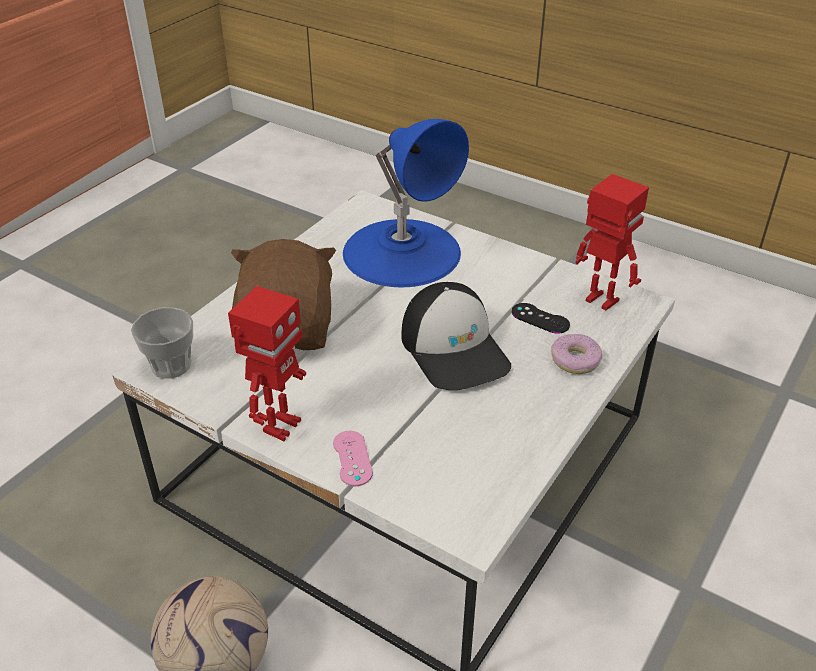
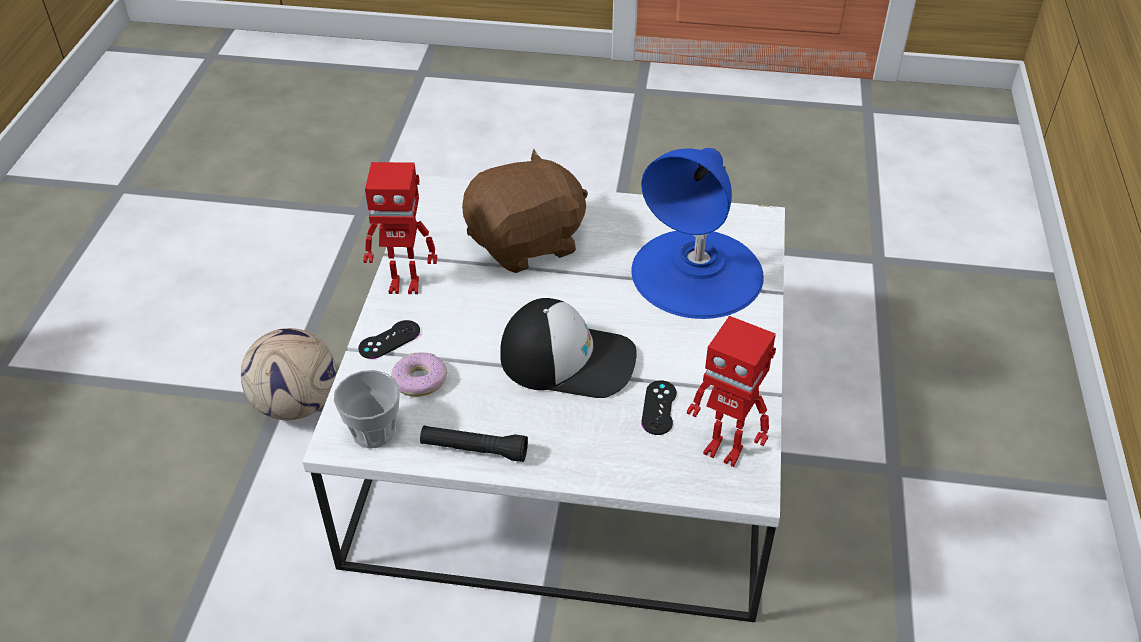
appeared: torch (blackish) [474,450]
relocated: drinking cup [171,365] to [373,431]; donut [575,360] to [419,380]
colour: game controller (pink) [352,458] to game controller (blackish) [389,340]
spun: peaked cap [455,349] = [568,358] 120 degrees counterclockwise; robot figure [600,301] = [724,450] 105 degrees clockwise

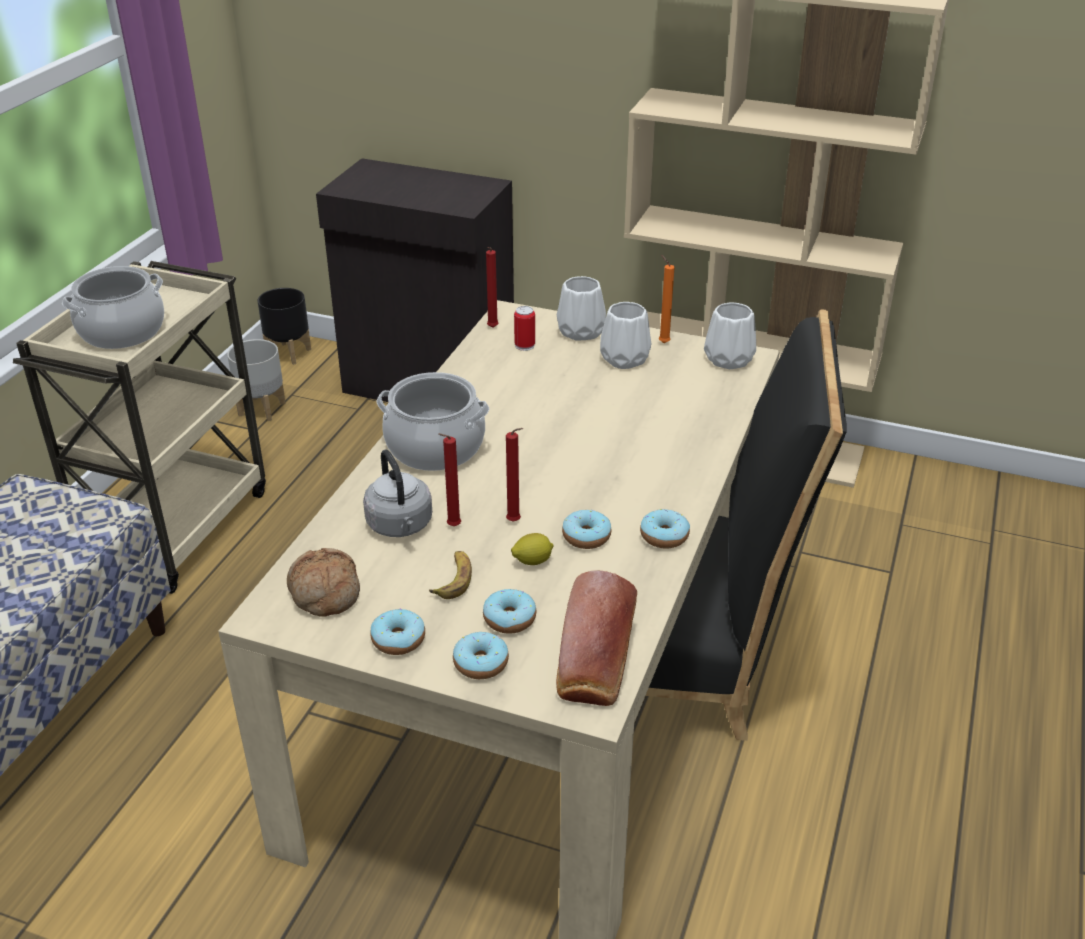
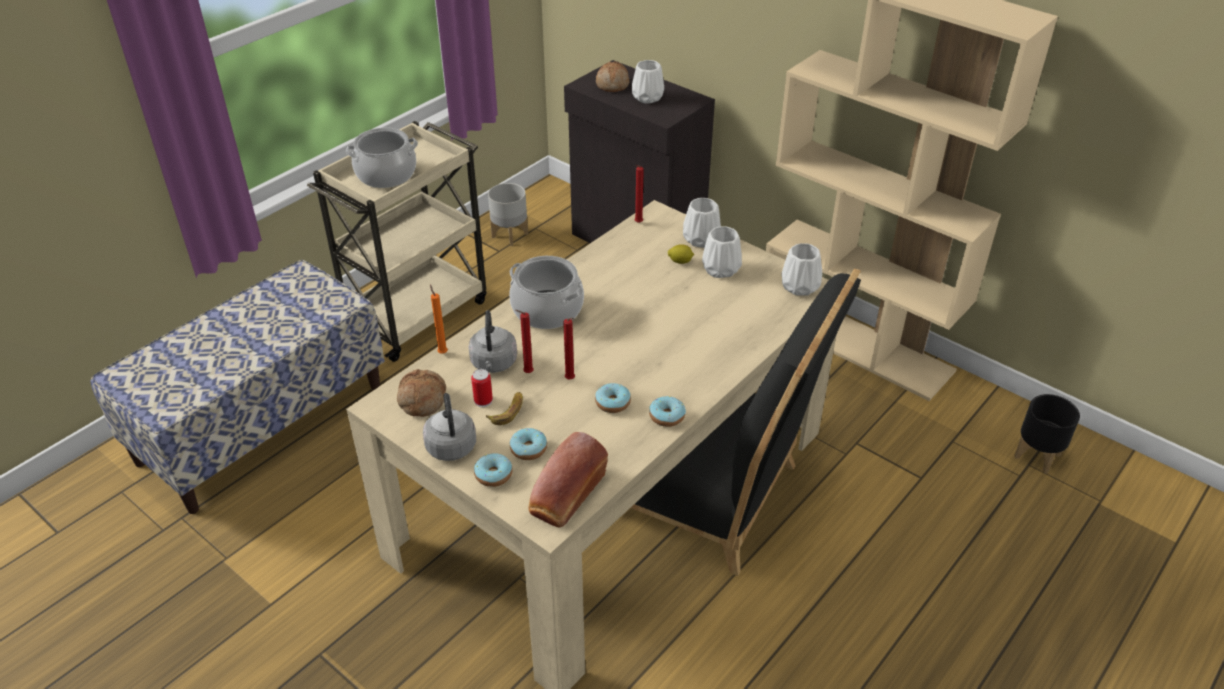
appeared: bakery bread [613,84]; flower vase (whitish) [648,97]
relocated: plant pot (blackish) [289,353] to [1037,455]; citrus fruit [532,561] to [680,261]; can [524,345] to [483,401]; wax candle (orange) [662,342] to [442,352]
exchanged: donut [398,640] to water kettle (grey) [451,444]

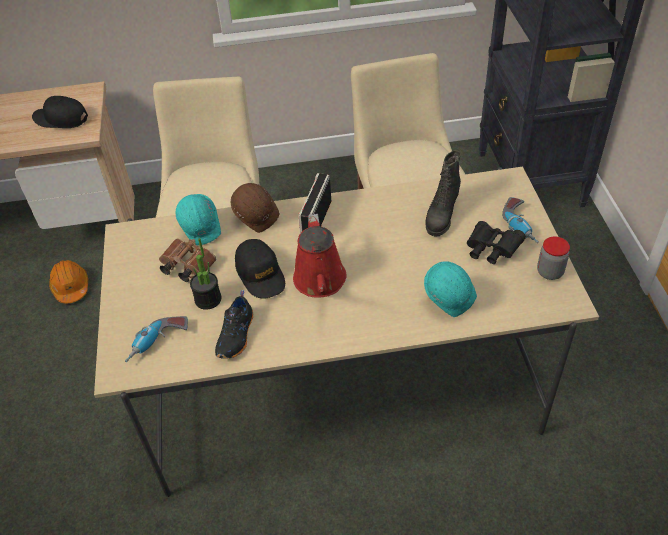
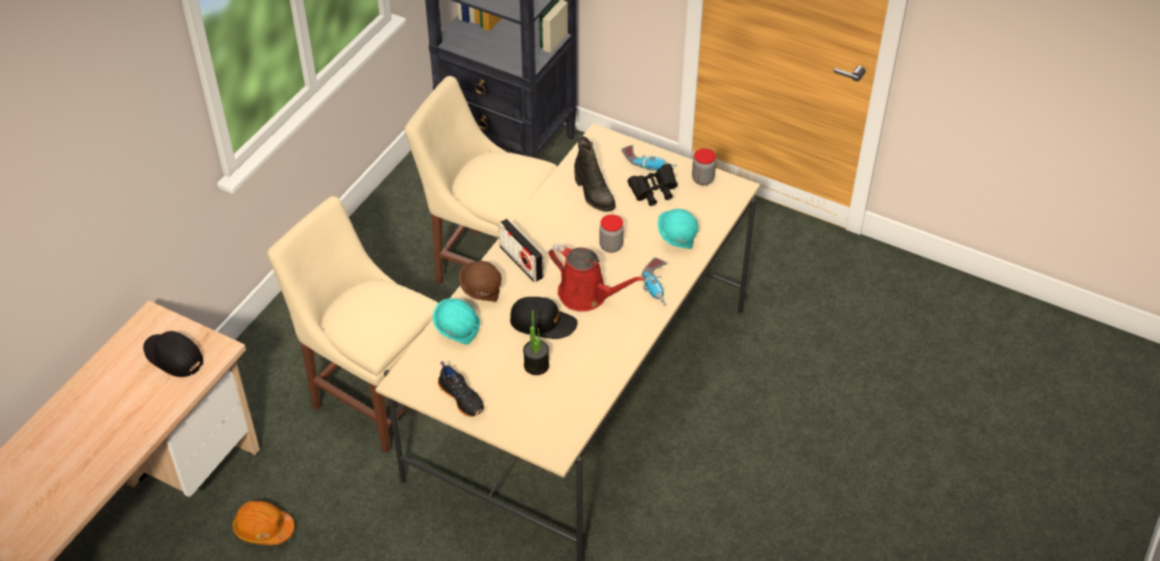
missing: binoculars (brownish) [186,266]
appeared: jar [611,246]
relocated: power drill [158,344] to [658,287]; shoe (blackish) [237,336] to [462,397]
spun: peaked cap (blackish) [61,119] = [173,357] 75 degrees clockwise

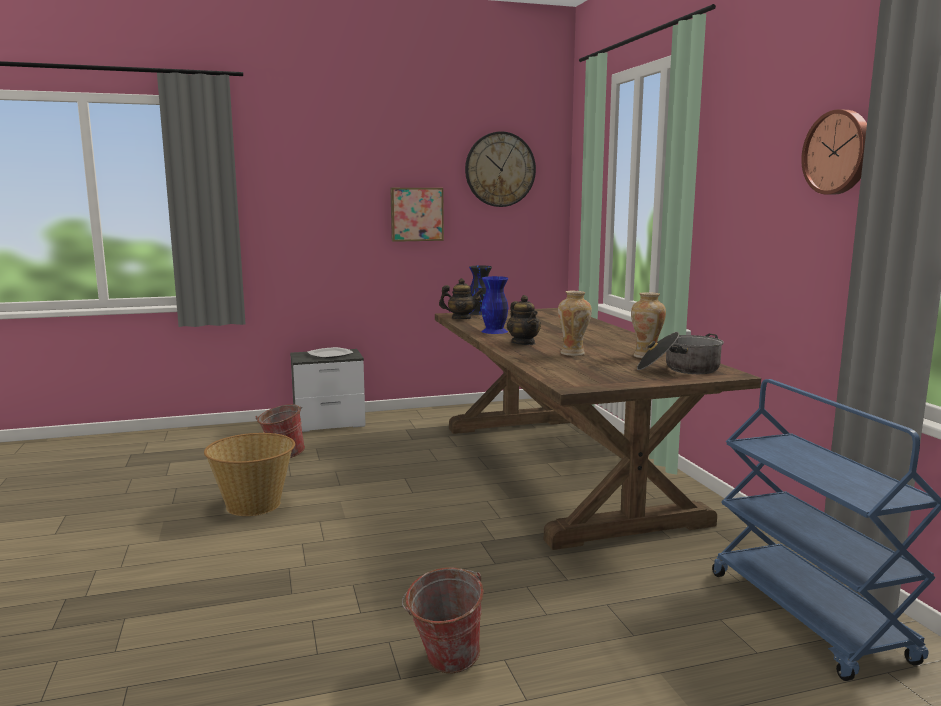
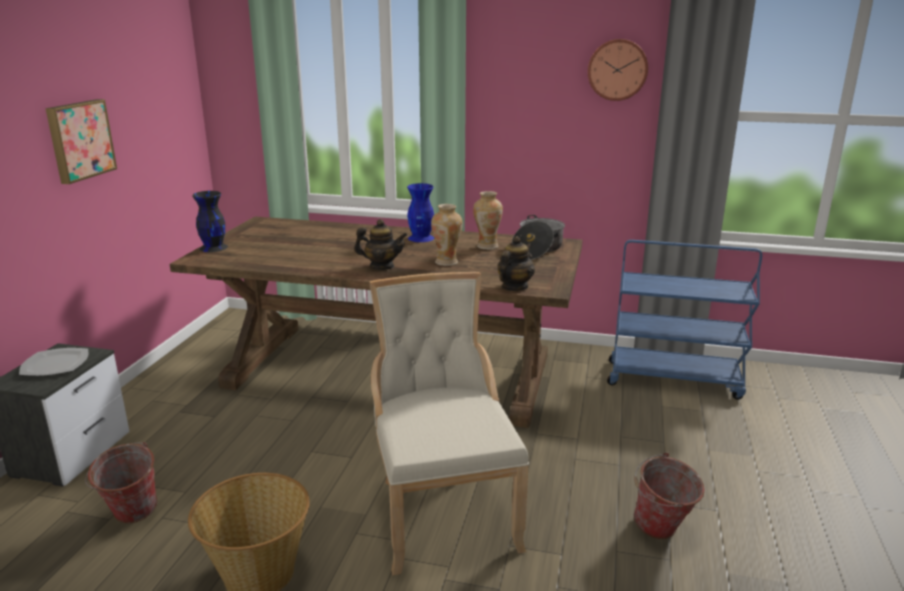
missing: clock on the wall [500,169]
appeared: plain chair (sand-coloured) [442,511]
relocated: teapot [461,318] to [514,287]; flower vase (blue) [494,331] to [421,238]

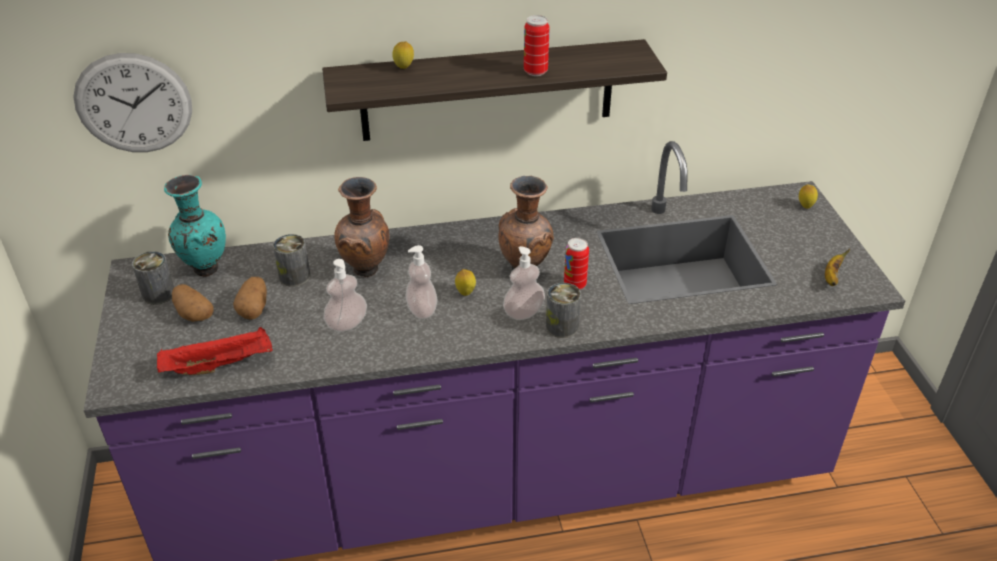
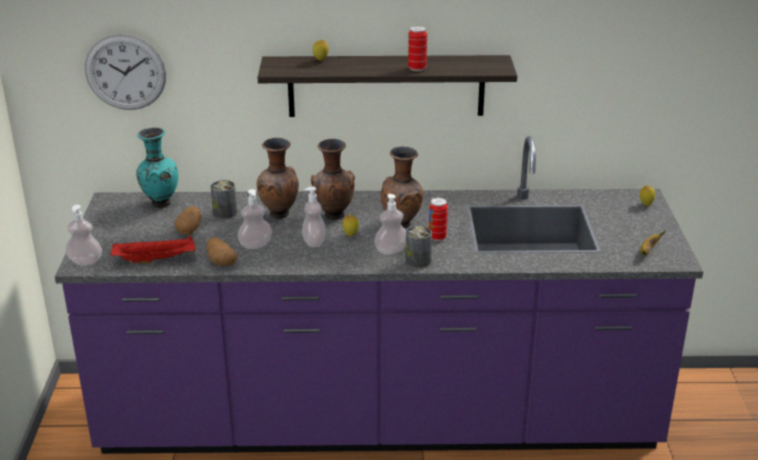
missing: can [158,294]
appeared: liquid soap bottle [85,261]; flower vase (brownish) [333,216]
relocated: potato [193,313] to [220,261]

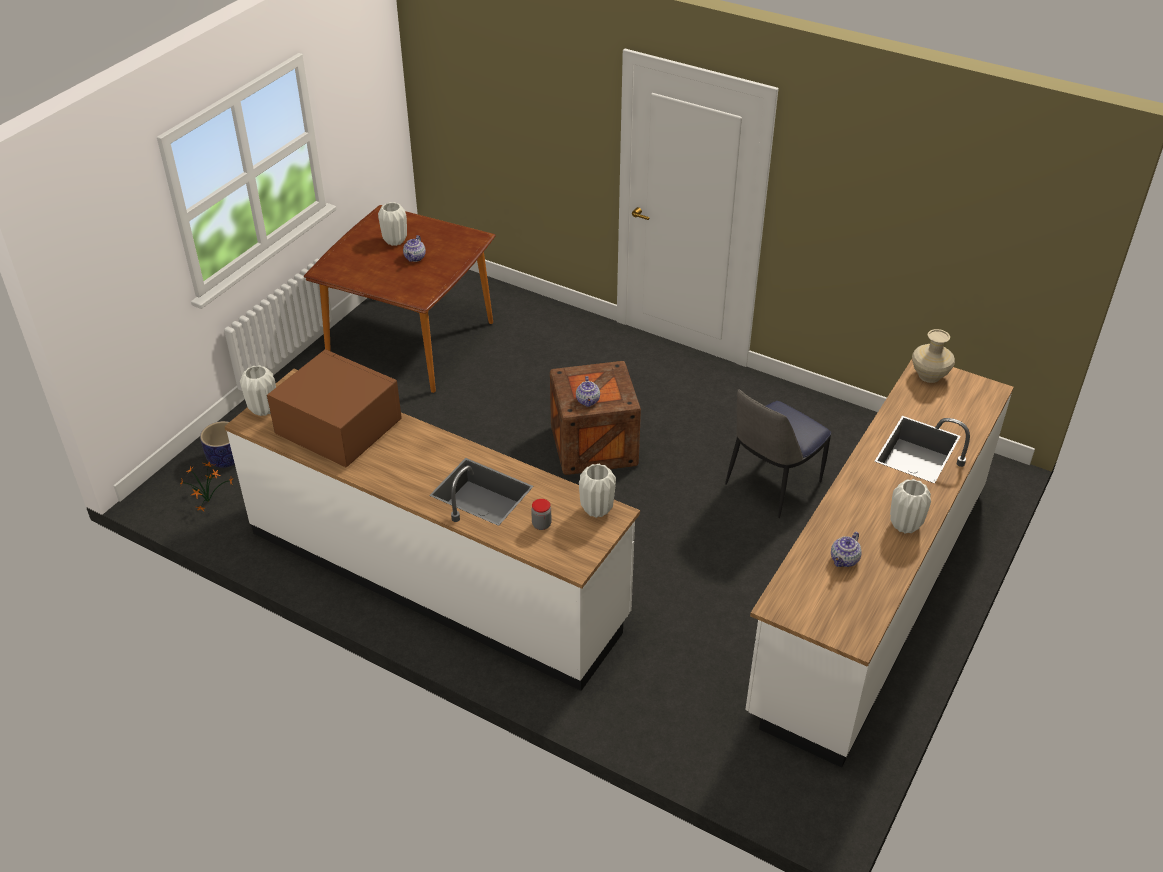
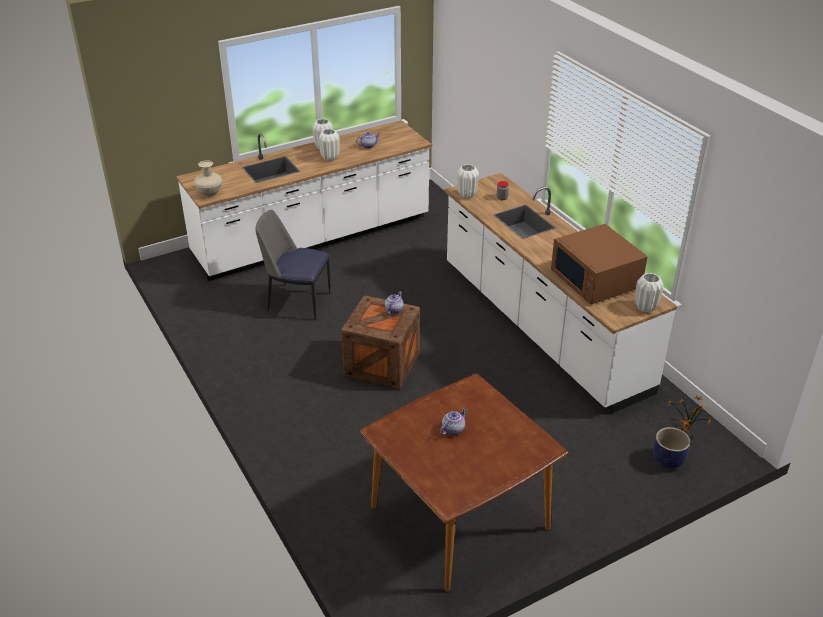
relocated: flower vase (whitish) [394,241] to [330,158]
spun: plain chair [771,485] = [297,301] 150 degrees counterclockwise

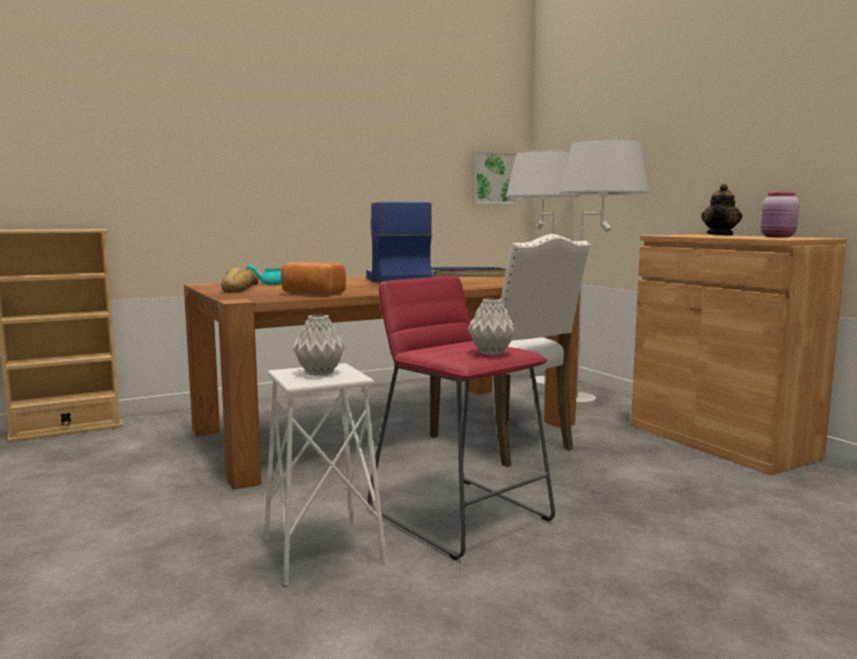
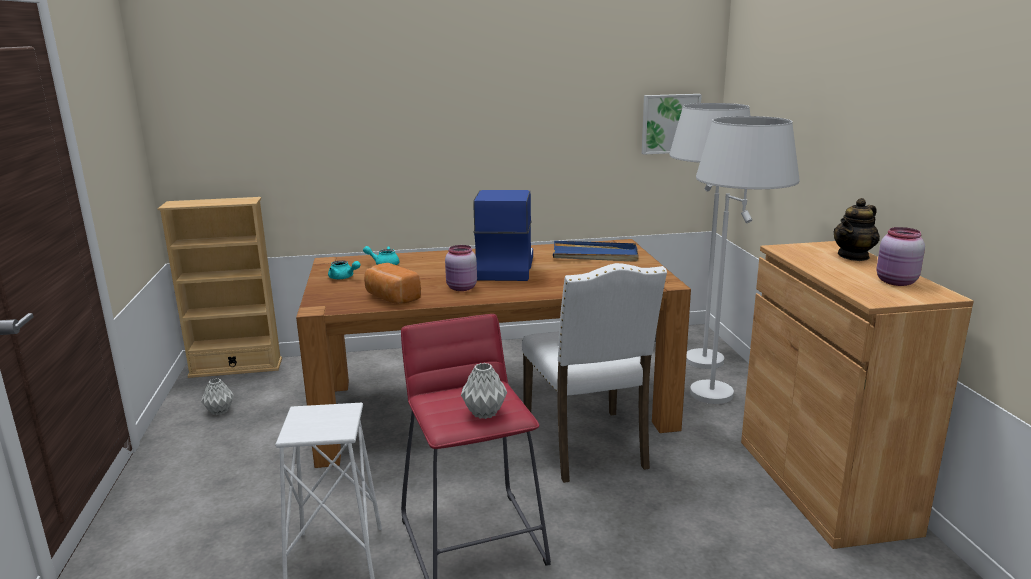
appeared: jar (pink) [461,288]
relocated: flower vase (grey) [319,373] to [220,411]
exchanged: bakery bread [238,289] to teapot (turquoise-coloured) [343,278]

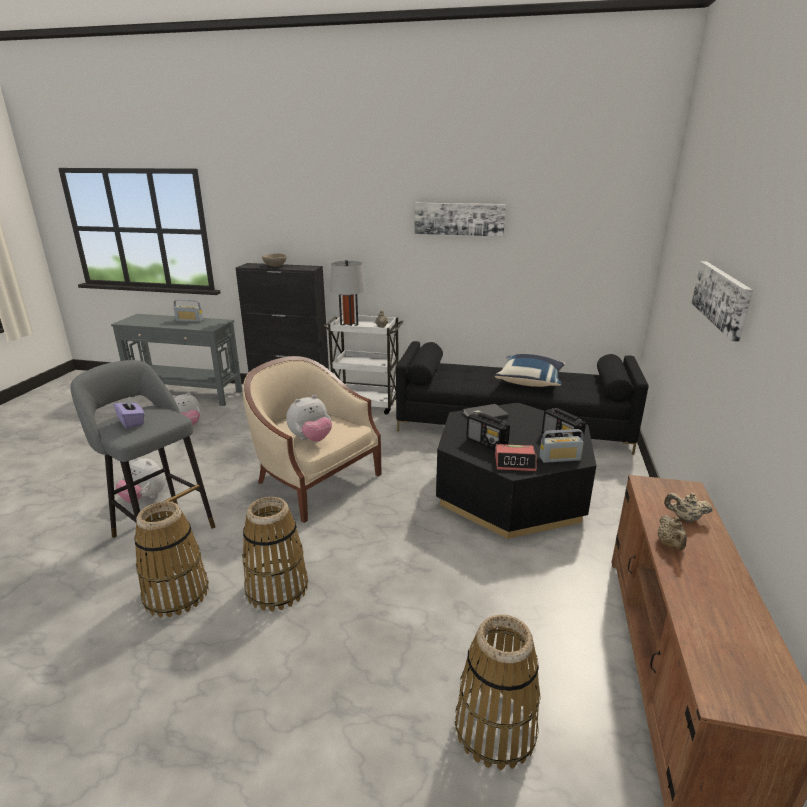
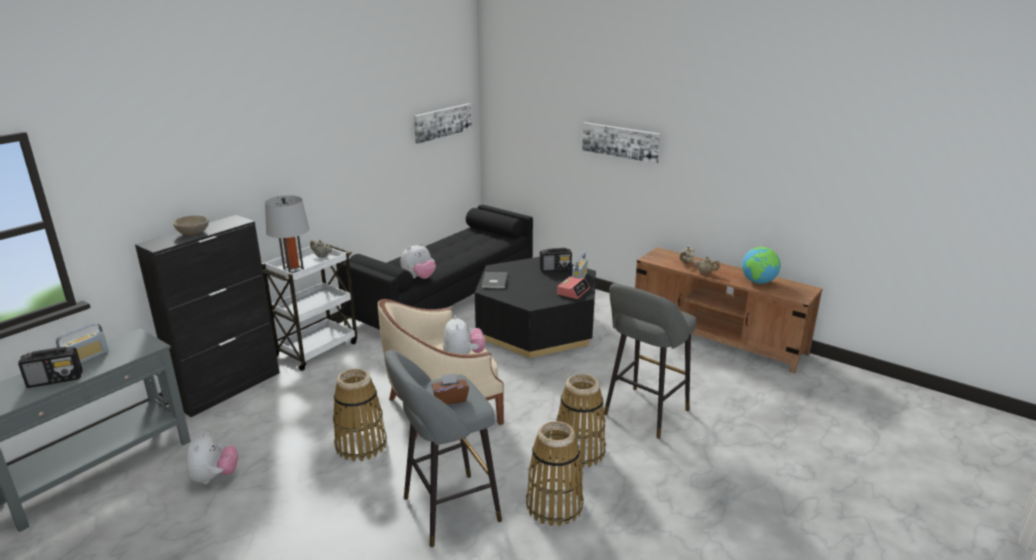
missing: throw pillow (blue) [530,382]
appeared: sitting stool (grey) [643,414]; desk globe [758,282]
relocated: soft toy [145,498] to [419,278]; wall picture [459,219] to [442,122]; basket [495,729] to [361,445]; radio set [487,443] to [56,379]
colour: tissue box (purple) [132,422] to tissue box (brownish) [450,399]

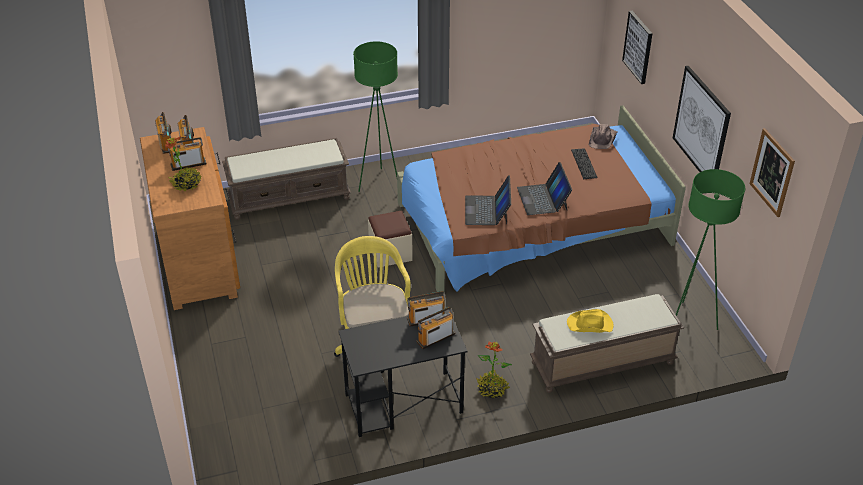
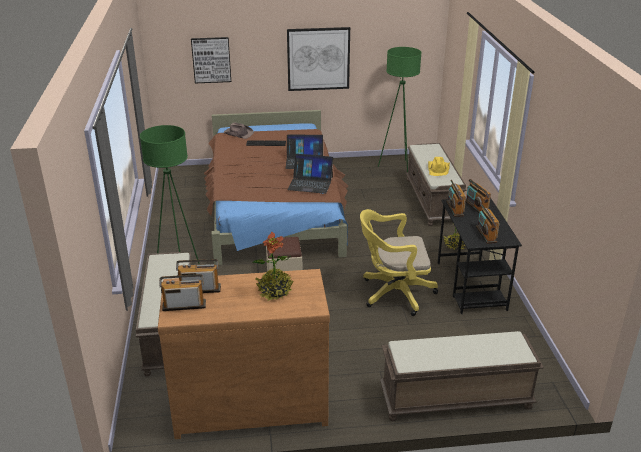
missing: wall picture [772,172]
appeared: long seat (brownish) [454,399]
relocated: radio set [188,164] to [486,234]

